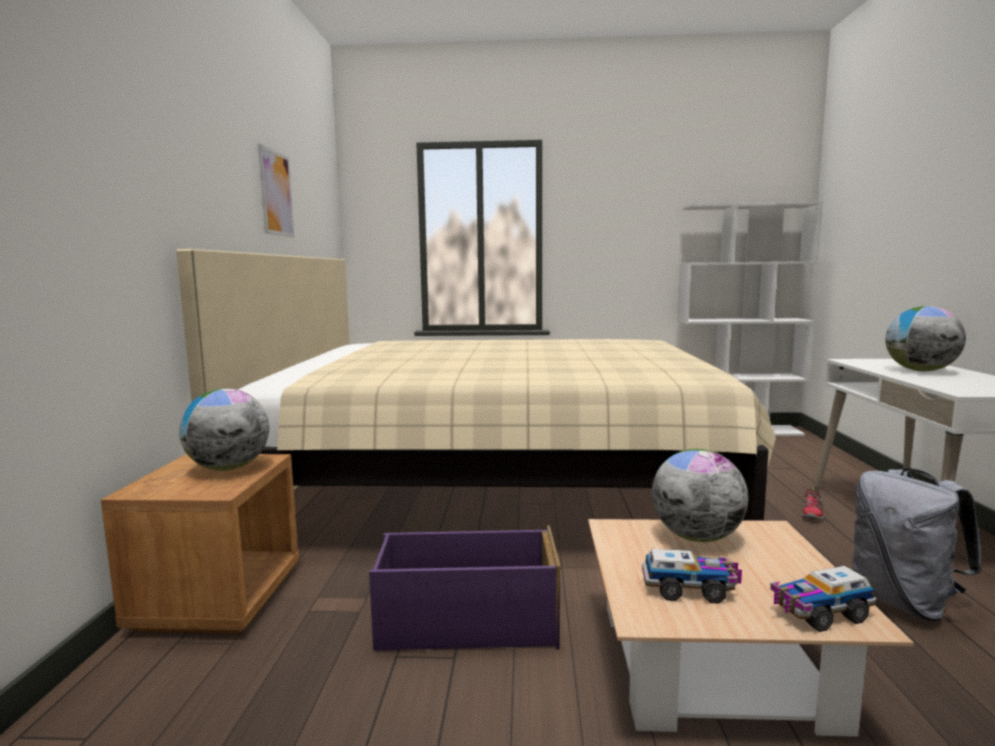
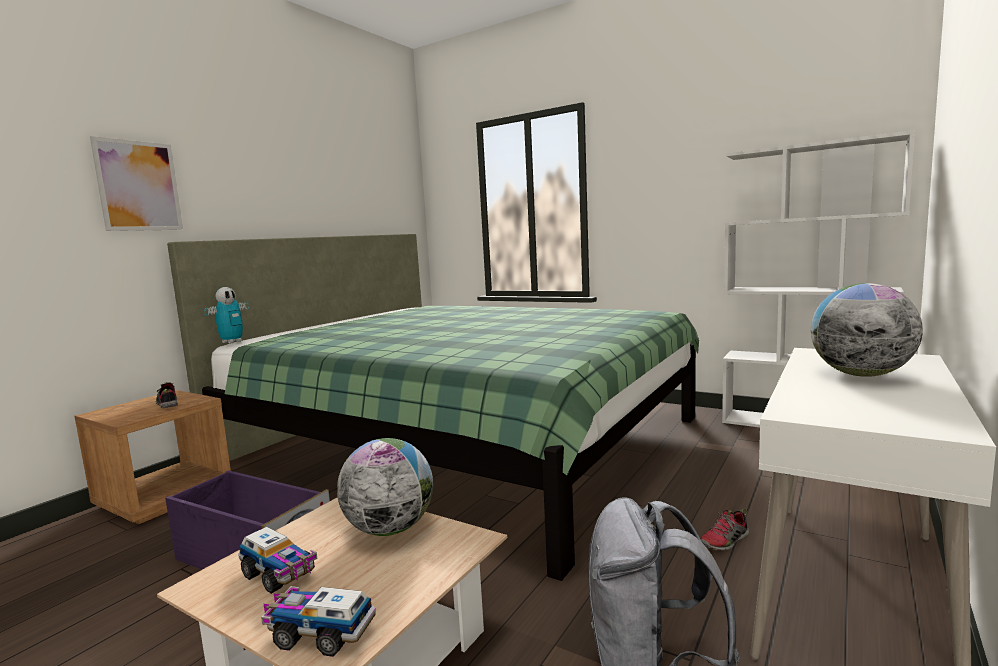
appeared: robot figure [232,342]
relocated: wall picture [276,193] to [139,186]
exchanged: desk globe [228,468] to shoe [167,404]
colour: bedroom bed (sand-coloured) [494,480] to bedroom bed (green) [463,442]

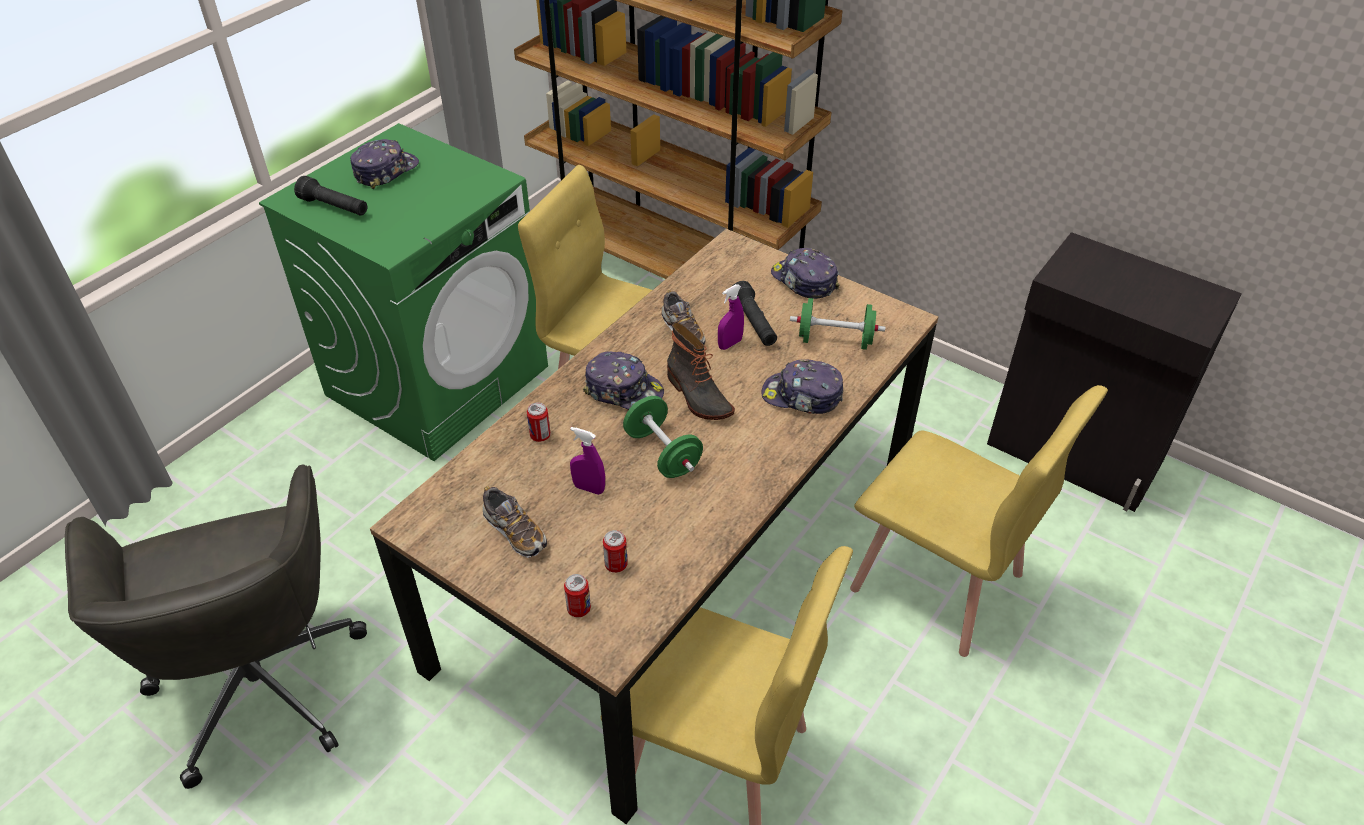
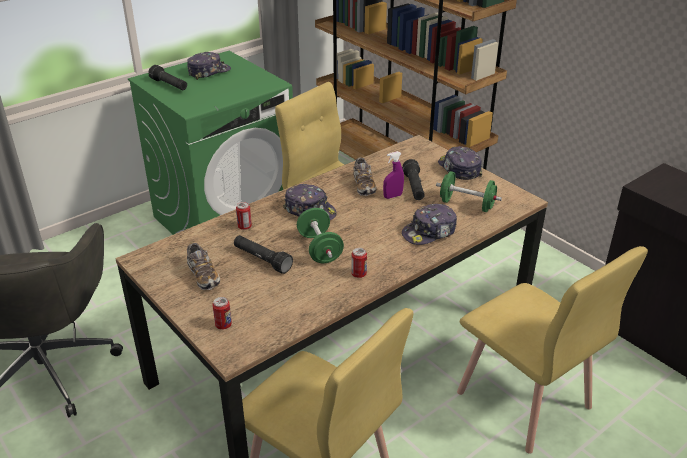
missing: high-top boot [697,396]
relocated: can [616,565] to [359,274]
exchanged: sprayer (purple) [589,488] to torch (blackish) [262,260]
spun: peaked cap [802,396] = [429,232] 60 degrees counterclockwise

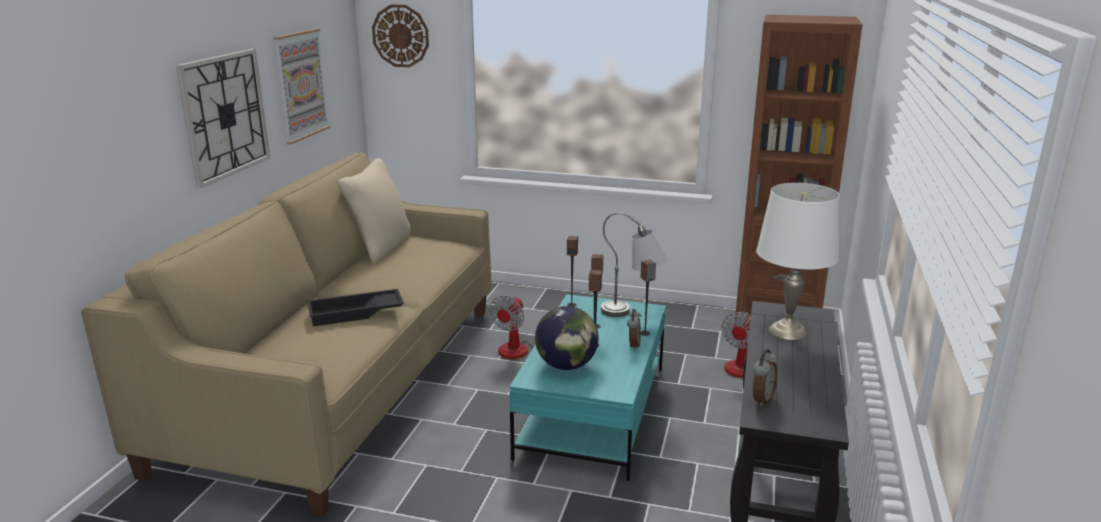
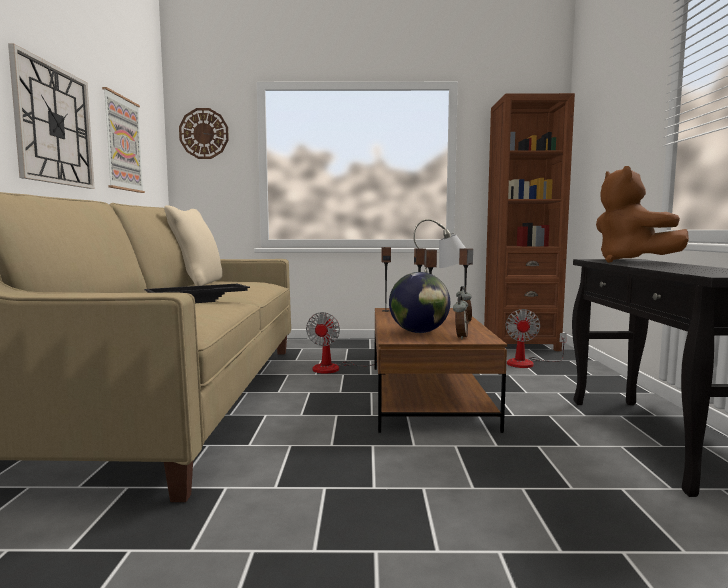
relocated: bedside clock [761,399] to [460,337]
exchanged: tabletop lamp (whitish) [787,330] to soft toy (brownish) [629,262]
colour: coffee table (turquoise-coloured) [593,411] to coffee table (brownish) [426,395]

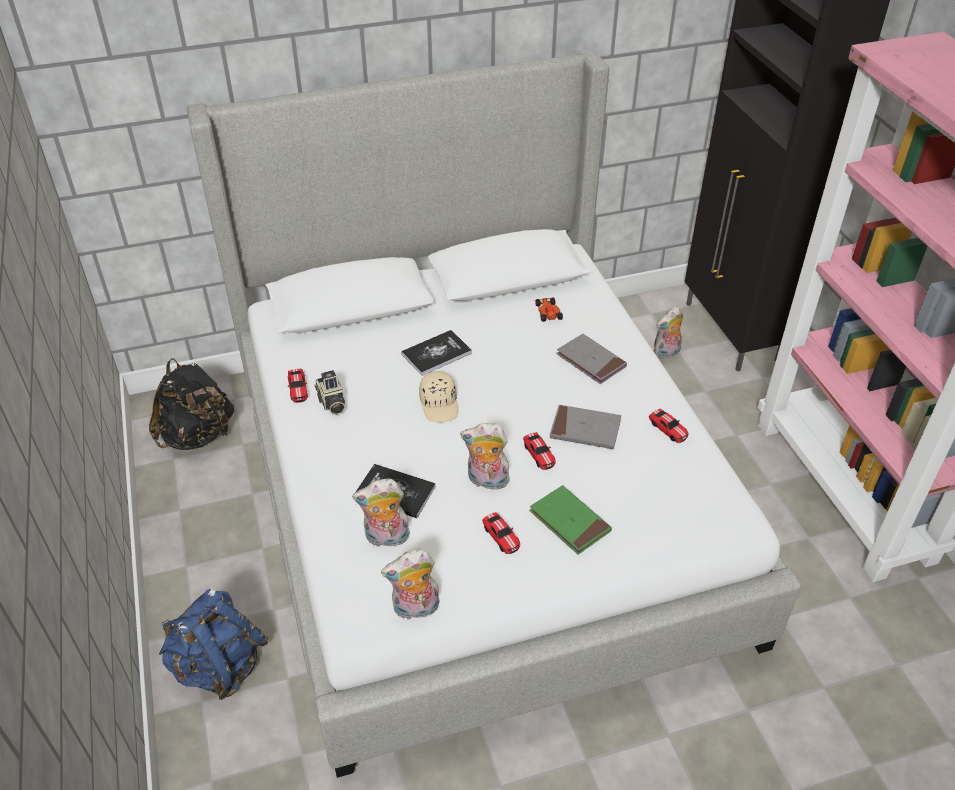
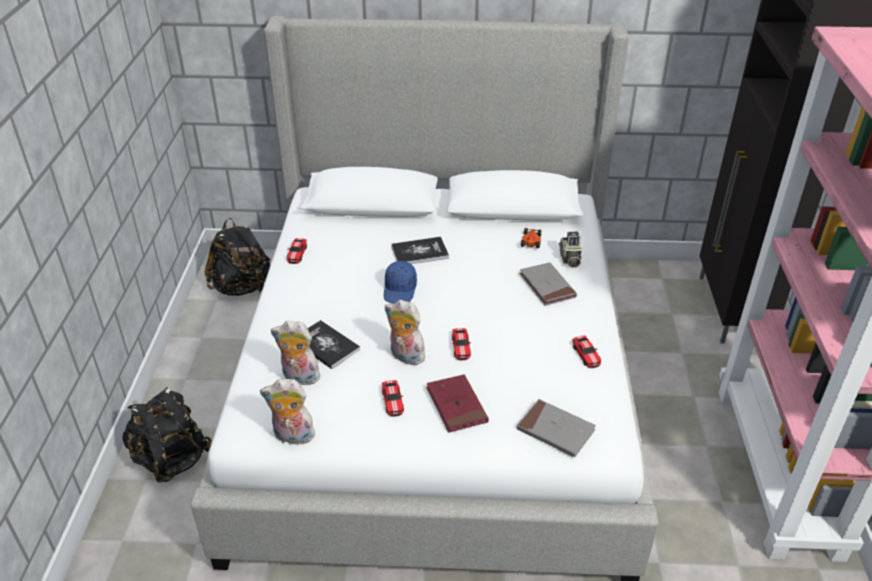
missing: soft toy [666,353]
relocated: photo camera [331,403] to [569,259]; bound book (grey) [585,430] to [555,430]
colour: backpack (blue) [219,666] to backpack (blackish) [171,459]; peaked cap (sand-coloured) [440,404] to peaked cap (blue) [400,290]; bound book (green) [569,522] to bound book (red-coloured) [456,405]

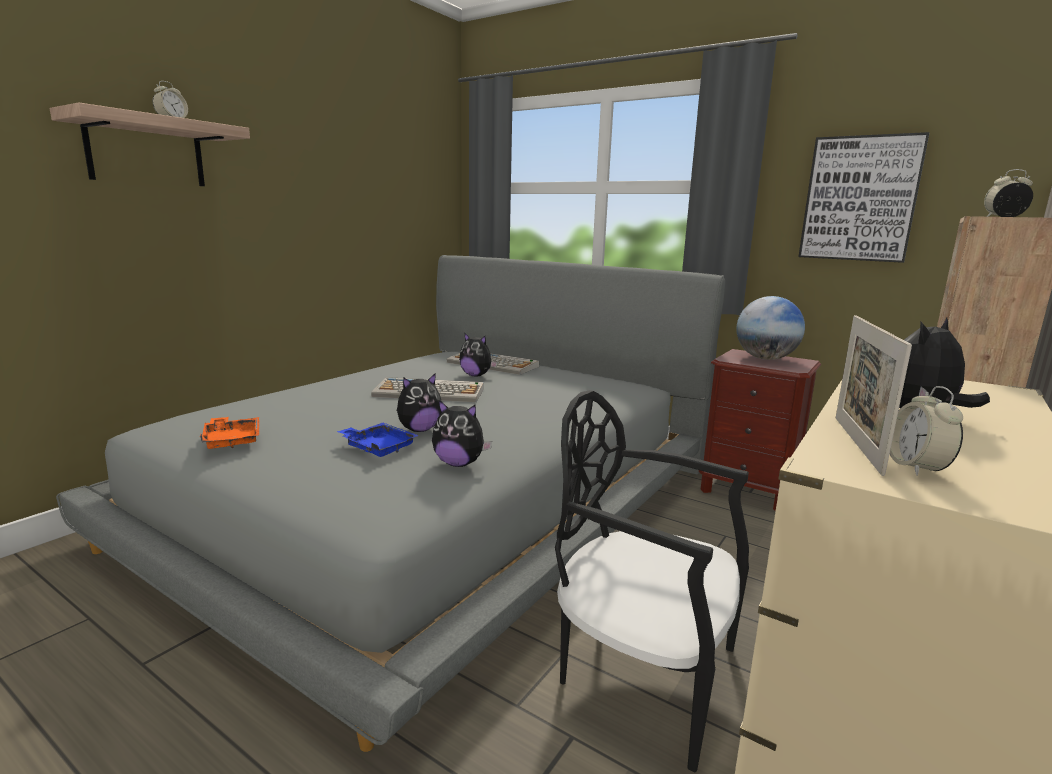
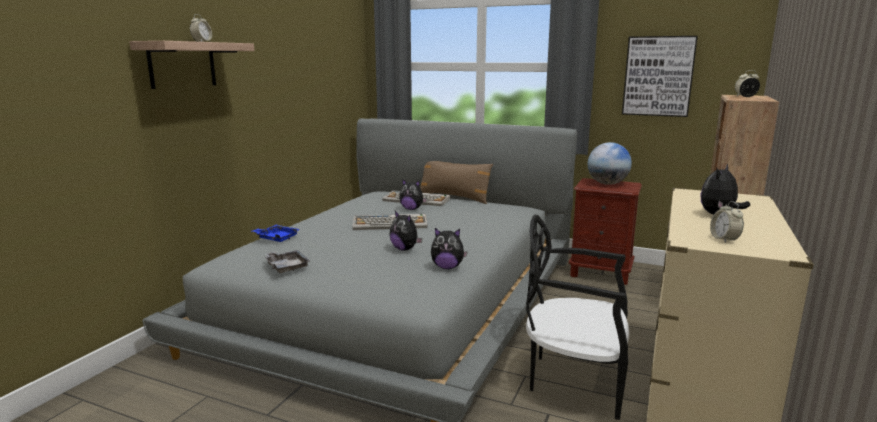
missing: standing frame [856,443]
appeared: throw pillow (brownish) [454,197]
relocated: tray (blue) [378,448] to [276,238]
colour: tray (orange) [232,440] to tray (grey) [286,267]
spun: soft toy [419,430] = [405,249] 90 degrees clockwise

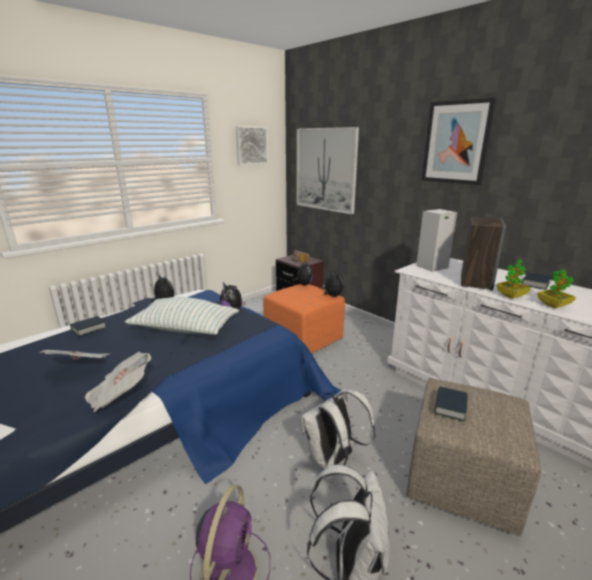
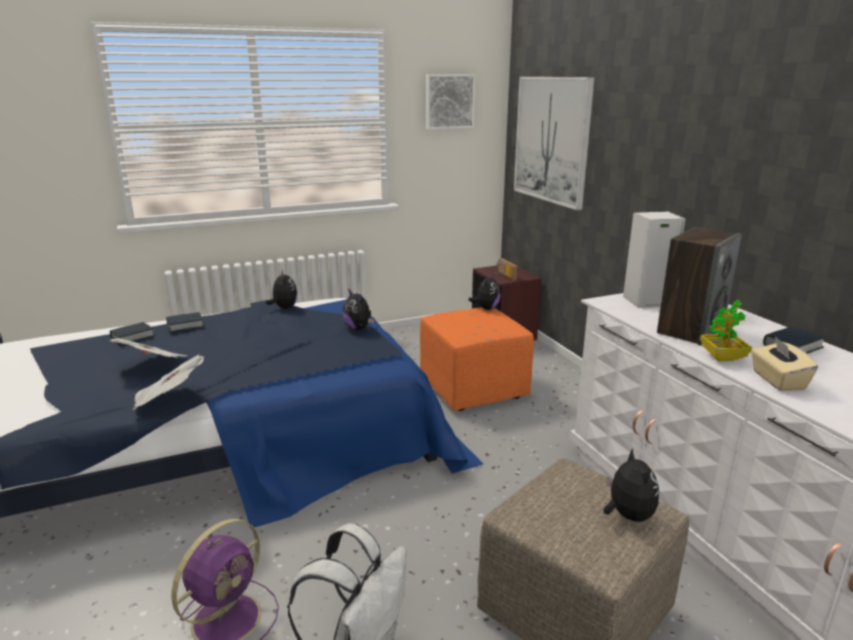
missing: throw pillow [185,329]; backpack (whitish) [333,460]; wall picture [456,142]
relocated: soft toy [332,296] to [627,515]; bound book [450,407] to [132,337]
exchanged: houseplant [553,305] to tissue box (sand-coloured) [777,380]

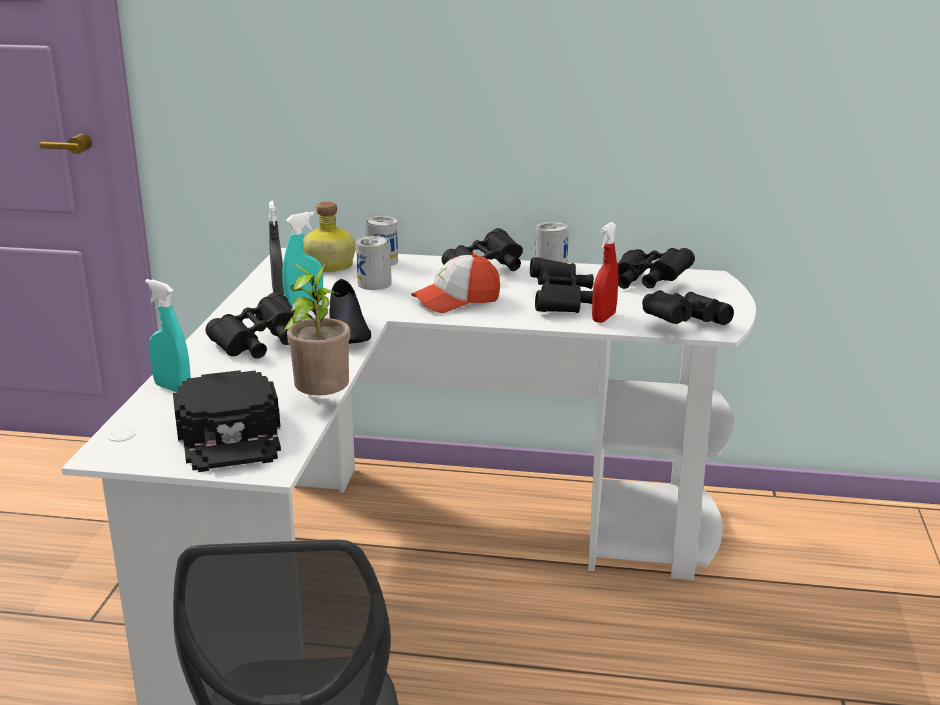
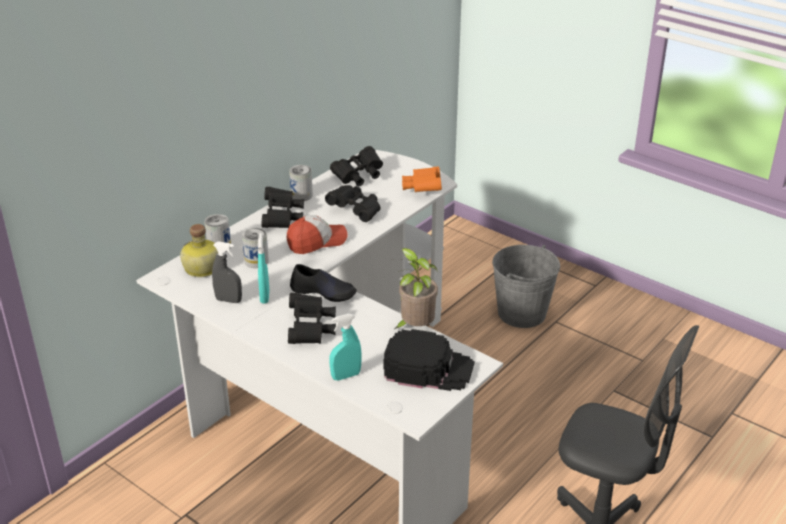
missing: sprayer (red-coloured) [604,318]
appeared: pail (grey) [522,313]
colour: binoculars (blackish) [681,324] to binoculars (orange) [422,189]
spun: peaked cap [456,300] = [316,242] 120 degrees counterclockwise

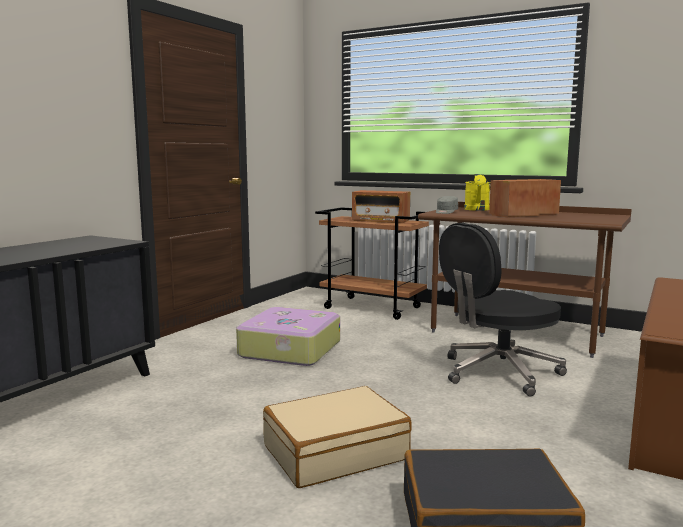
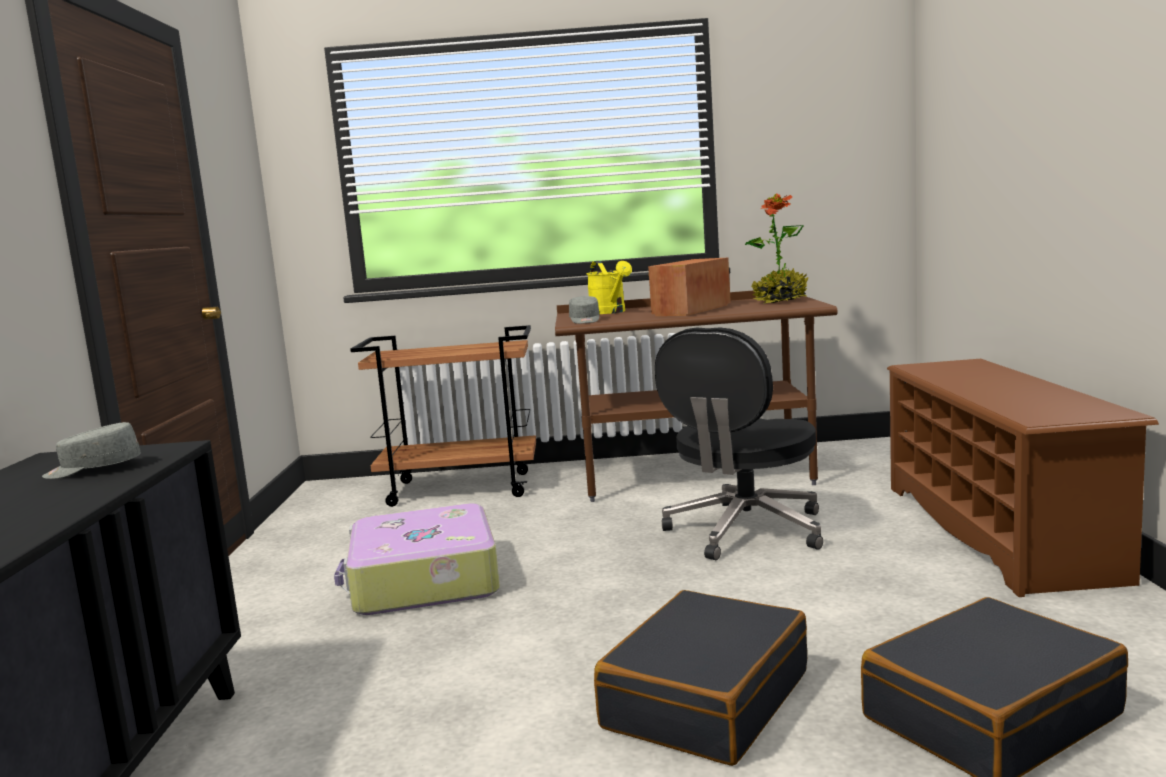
missing: radio set [380,221]
appeared: peaked cap (grey) [93,470]; houseplant [780,301]
colour: suitcase (sand-coloured) [335,452] to suitcase (blackish) [705,699]

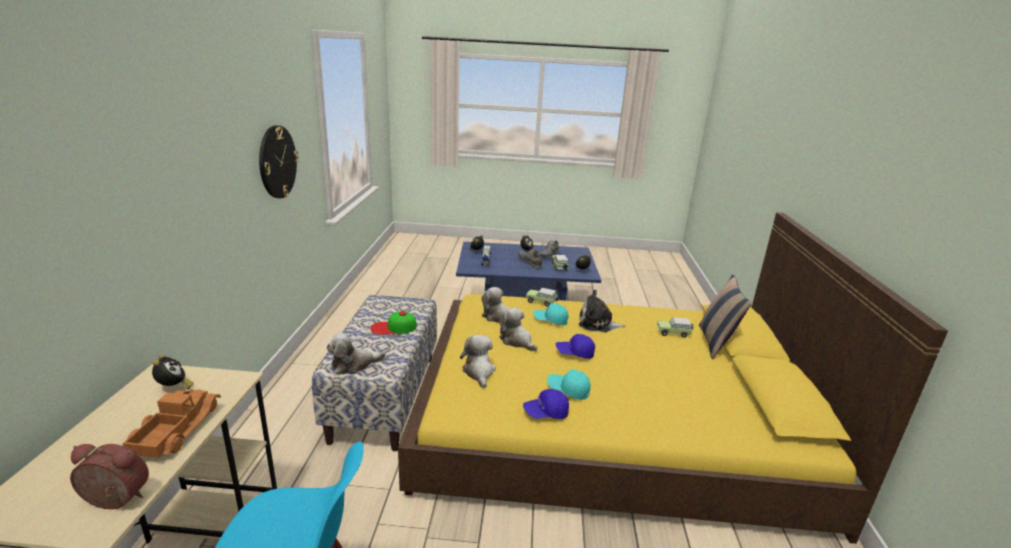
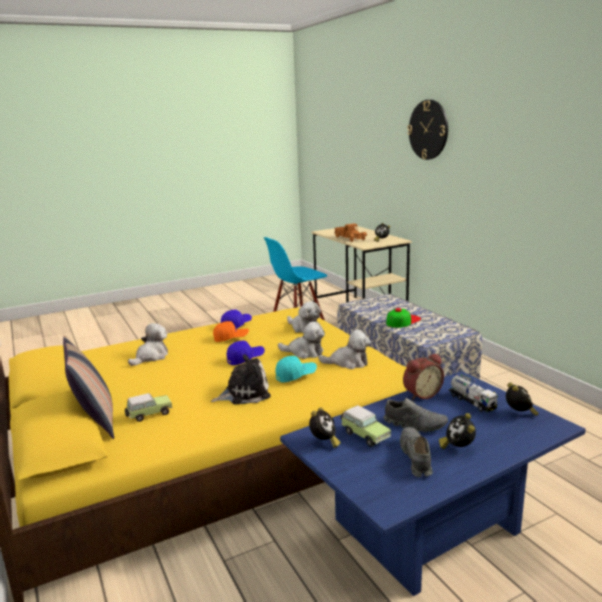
missing: toy car [542,302]
relocated: bedside clock [114,501] to [421,394]; clock on the wall [277,162] to [428,130]; soft toy [354,365] to [151,357]
colour: peaked cap (turquoise-coloured) [568,390] to peaked cap (orange) [231,338]

